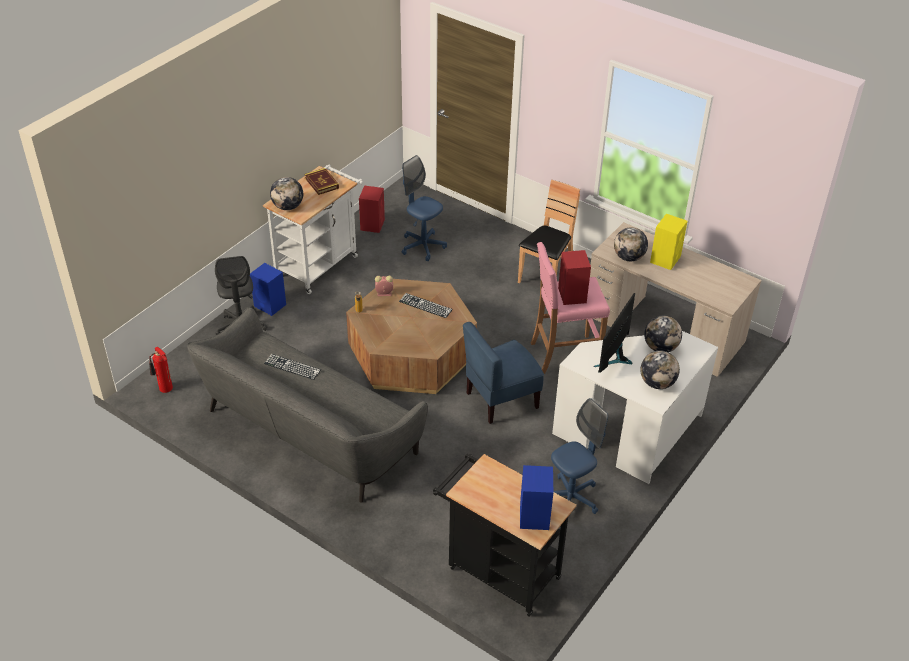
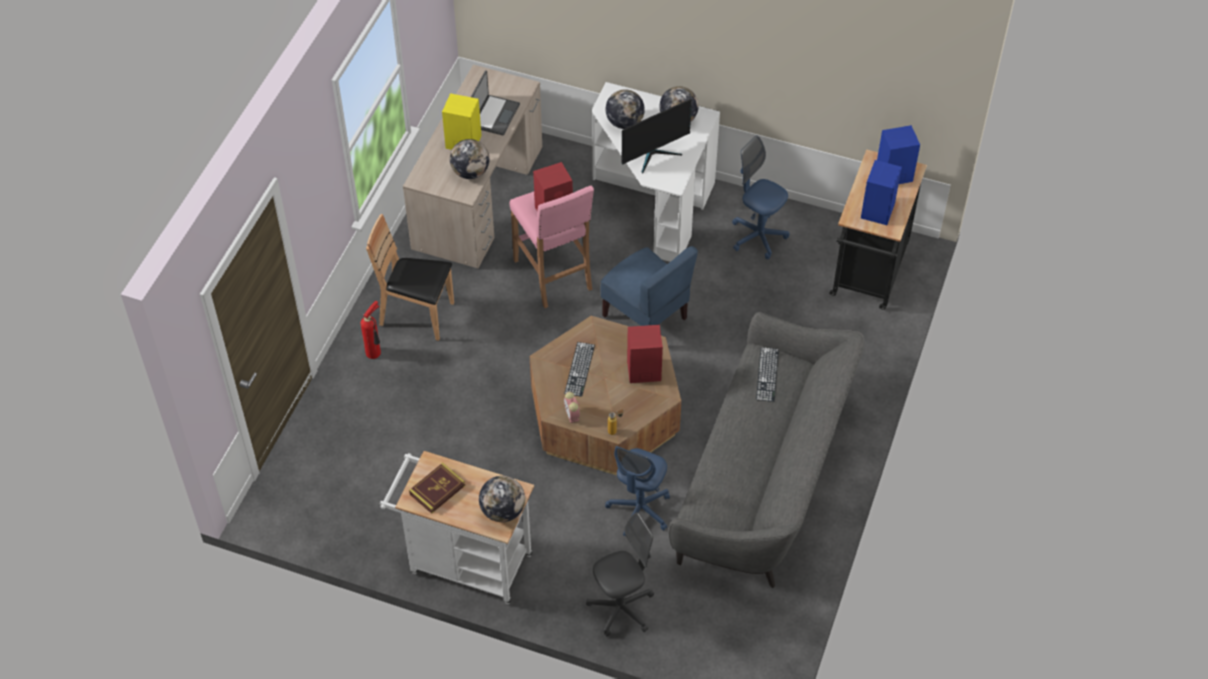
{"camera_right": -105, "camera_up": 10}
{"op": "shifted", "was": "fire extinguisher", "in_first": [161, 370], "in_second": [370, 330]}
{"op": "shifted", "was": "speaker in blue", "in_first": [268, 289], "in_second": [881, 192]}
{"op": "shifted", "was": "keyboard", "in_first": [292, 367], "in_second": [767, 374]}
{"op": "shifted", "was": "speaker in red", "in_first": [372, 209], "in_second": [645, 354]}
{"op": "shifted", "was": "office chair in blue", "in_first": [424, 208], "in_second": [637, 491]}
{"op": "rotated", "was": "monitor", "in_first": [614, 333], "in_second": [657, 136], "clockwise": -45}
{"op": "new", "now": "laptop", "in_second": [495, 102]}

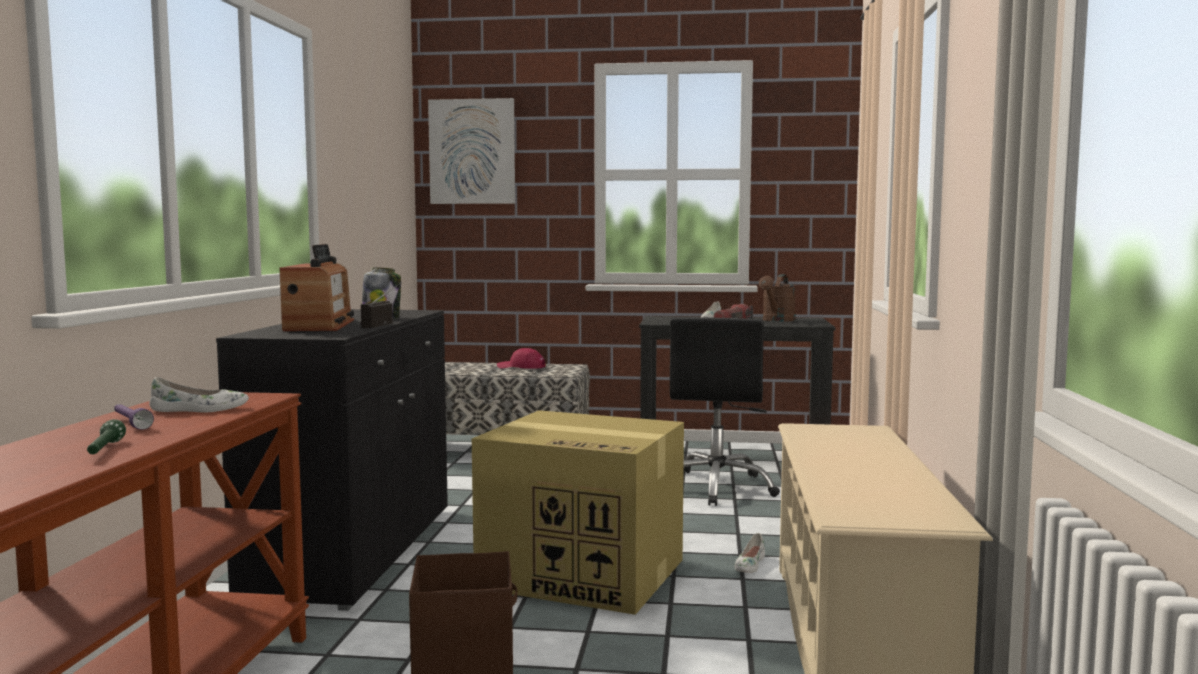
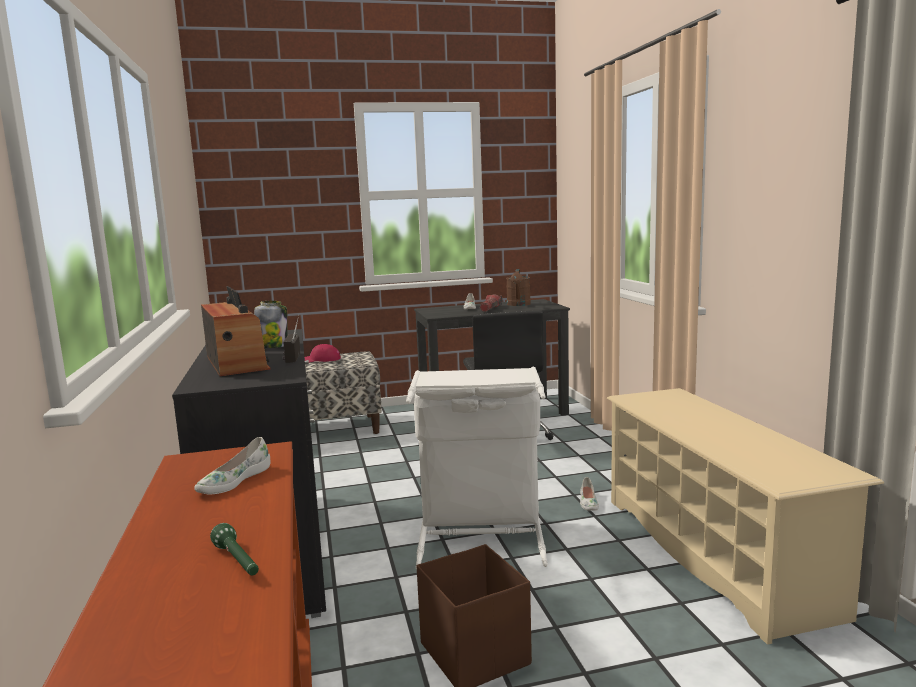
{"camera_right": -20, "camera_up": 5}
{"op": "gone", "was": "flashlight in purple", "in_first": [134, 417]}
{"op": "rotated", "was": "shoe in white", "in_first": [199, 394], "in_second": [232, 465], "clockwise": 150}
{"op": "gone", "was": "picture", "in_first": [471, 151]}
{"op": "swapped", "was": "cardboard box", "now": "laundry basket in white", "in_first": [578, 512], "in_second": [477, 468]}

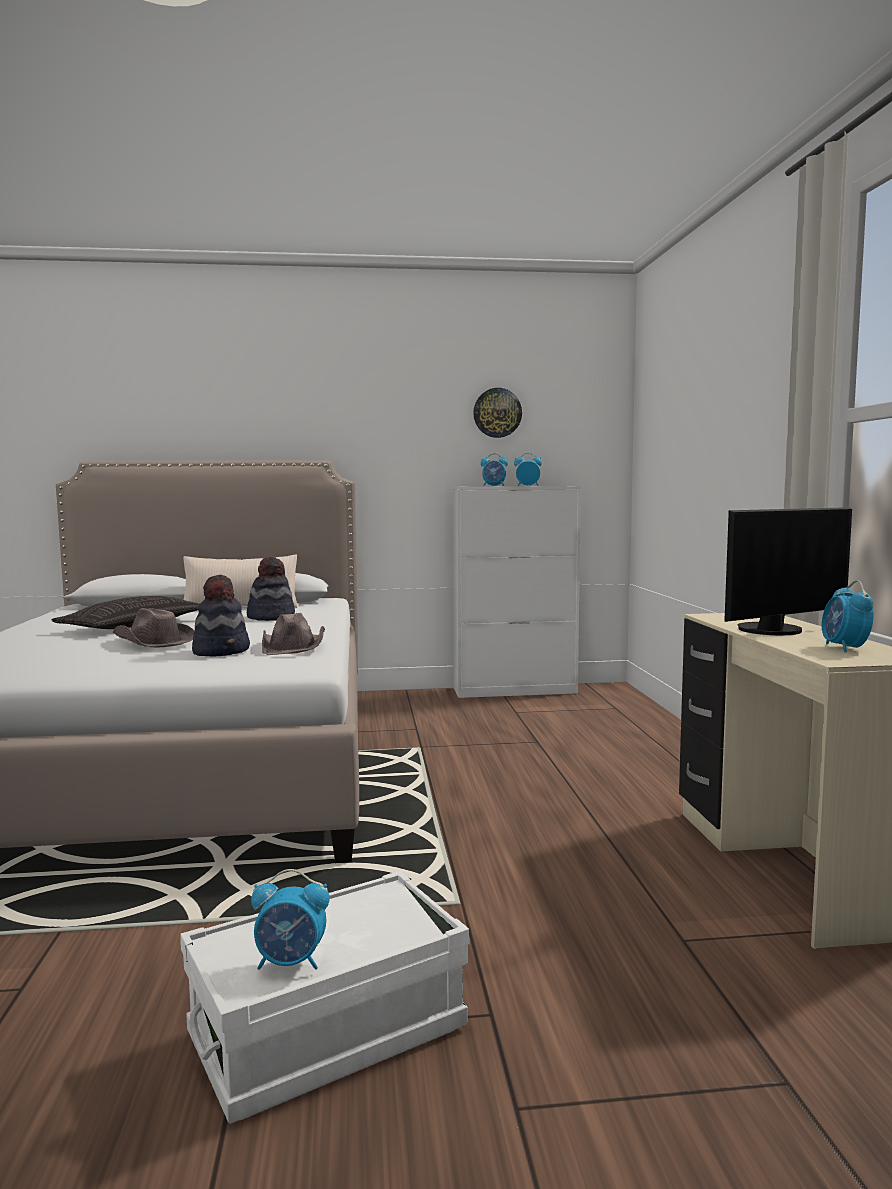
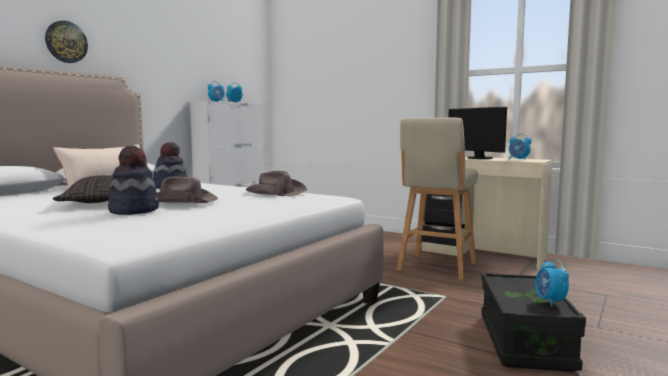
{"camera_right": -50, "camera_up": 0}
{"op": "repainted", "was": "storage box in white", "now": "storage box in black", "in_first": [324, 997], "in_second": [533, 322]}
{"op": "shifted", "was": "hat", "in_first": [221, 615], "in_second": [133, 180]}
{"op": "rotated", "was": "alarm clock", "in_first": [290, 919], "in_second": [552, 282], "clockwise": 135}
{"op": "shifted", "was": "wall clock", "in_first": [497, 413], "in_second": [66, 42]}
{"op": "rotated", "was": "monitor", "in_first": [788, 571], "in_second": [478, 133], "clockwise": 135}
{"op": "new", "now": "stool in beige", "in_second": [437, 198]}

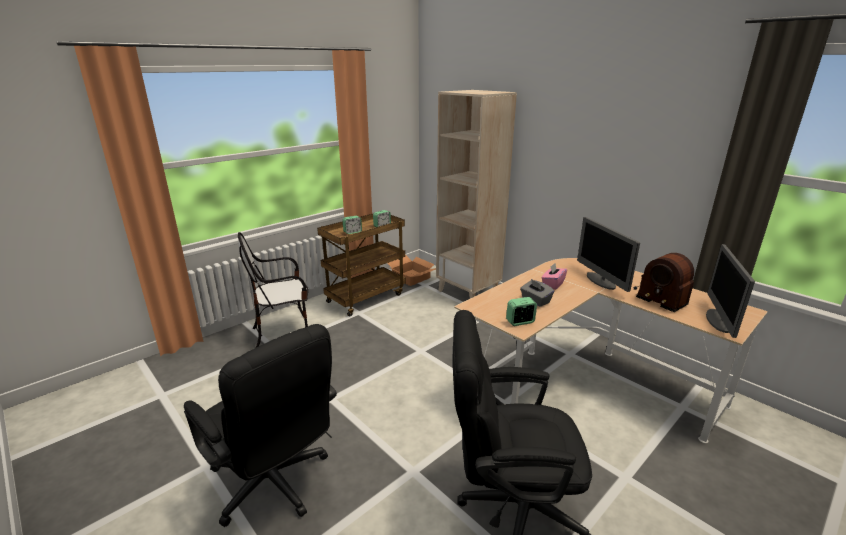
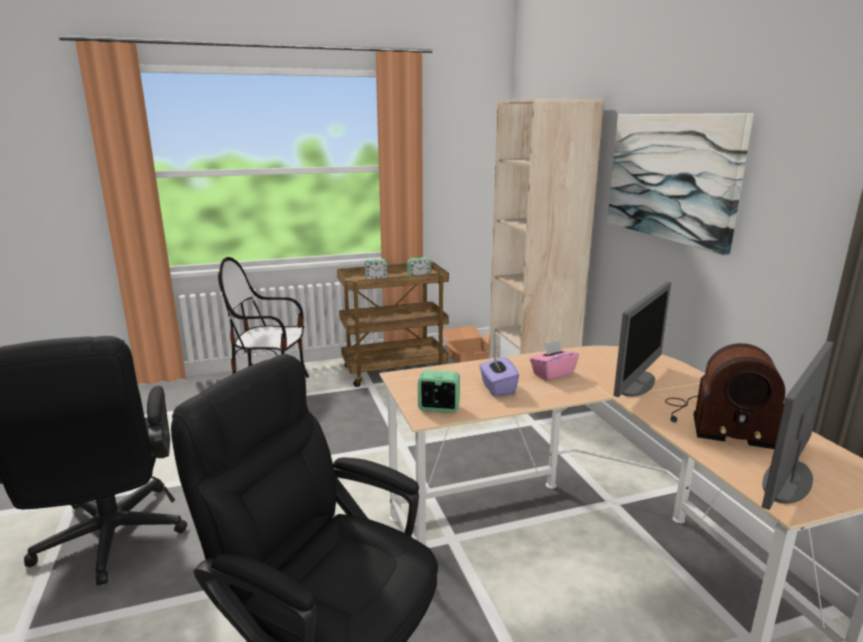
{"camera_right": 25, "camera_up": -5}
{"op": "repainted", "was": "tissue box in grey", "now": "tissue box in purple", "in_first": [537, 293], "in_second": [499, 374]}
{"op": "rotated", "was": "monitor", "in_first": [608, 254], "in_second": [642, 339], "clockwise": -150}
{"op": "rotated", "was": "radio", "in_first": [663, 282], "in_second": [725, 396], "clockwise": -60}
{"op": "new", "now": "picture", "in_second": [680, 184]}

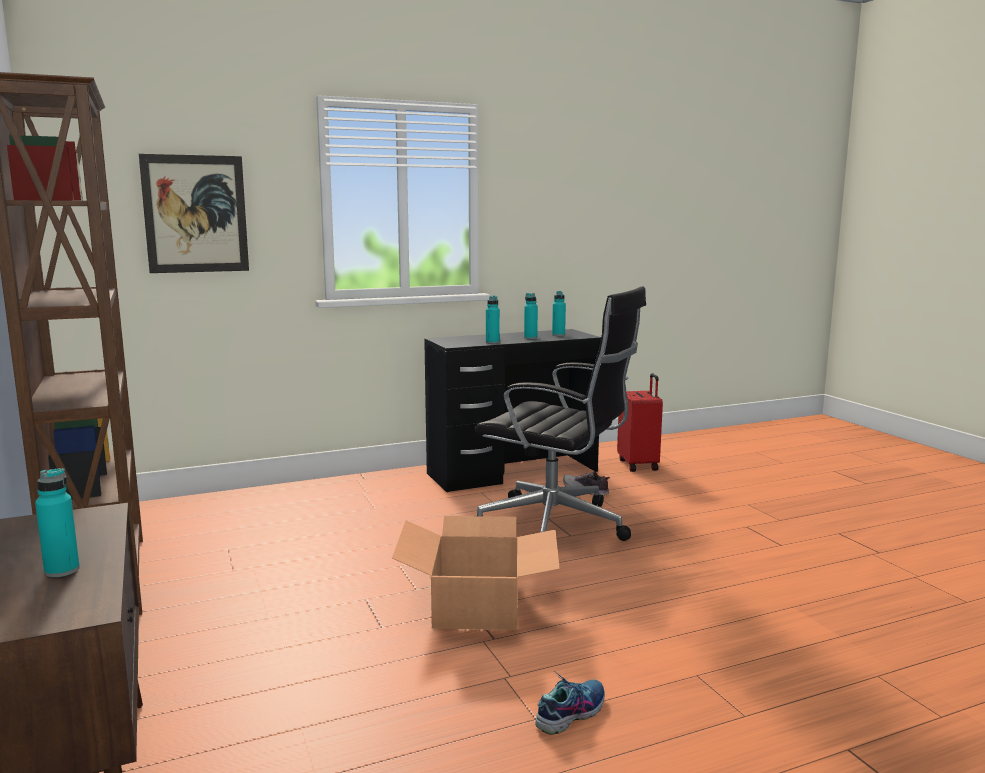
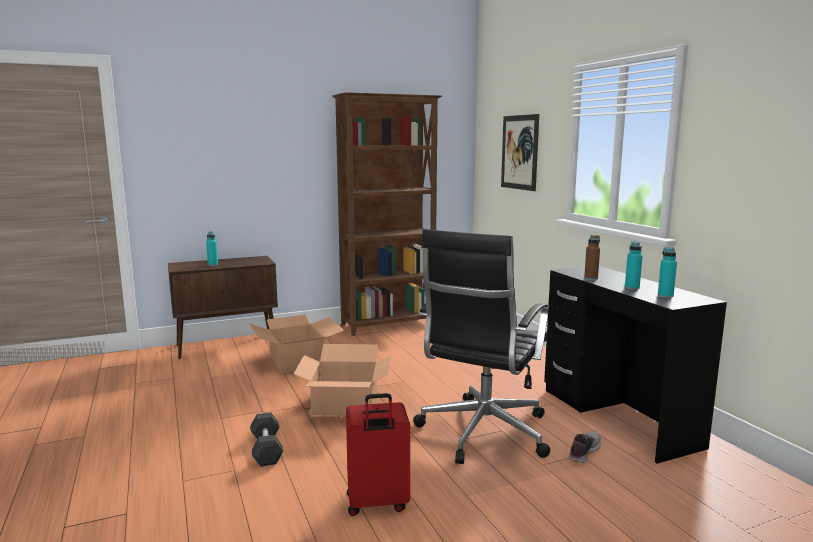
{"camera_right": 90, "camera_up": 0}
{"op": "repainted", "was": "bottle in turquoise", "now": "bottle in brown", "in_first": [493, 320], "in_second": [592, 257]}
{"op": "gone", "was": "shoe", "in_first": [570, 703]}
{"op": "shifted", "was": "suitcase in red", "in_first": [640, 422], "in_second": [378, 454]}
{"op": "new", "now": "cardboard box", "in_second": [297, 344]}
{"op": "new", "now": "dumbbell in grey", "in_second": [266, 439]}

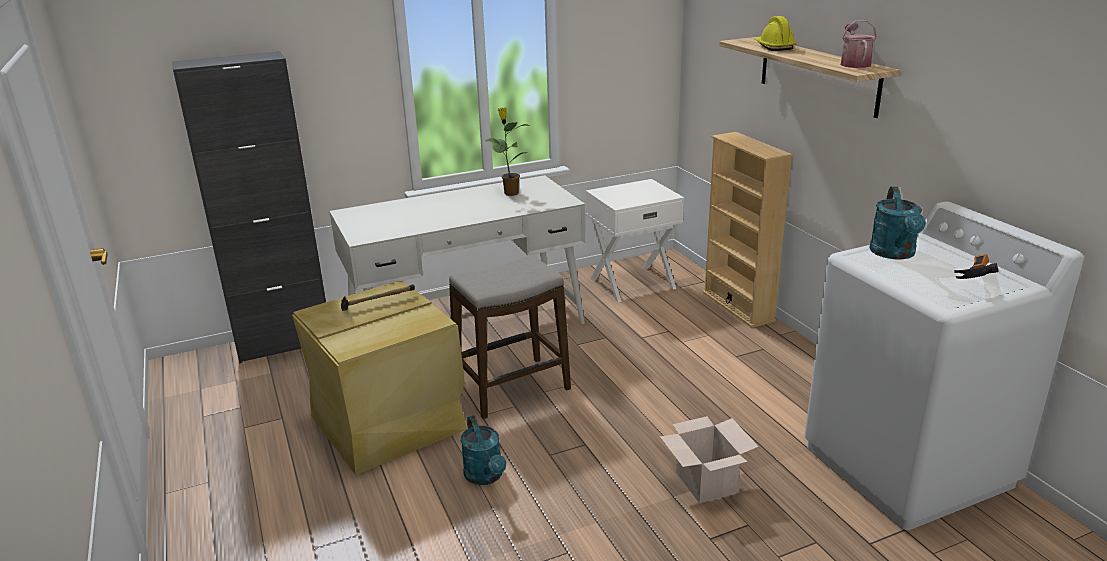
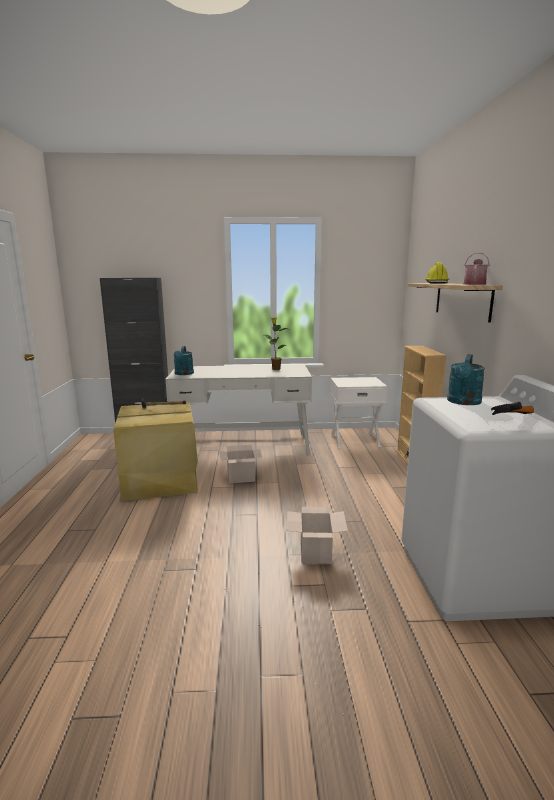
{"camera_right": 20, "camera_up": -10}
{"op": "swapped", "was": "stool", "now": "cardboard box", "in_first": [510, 337], "in_second": [241, 464]}
{"op": "shifted", "was": "watering can in turquoise", "in_first": [483, 450], "in_second": [184, 360]}

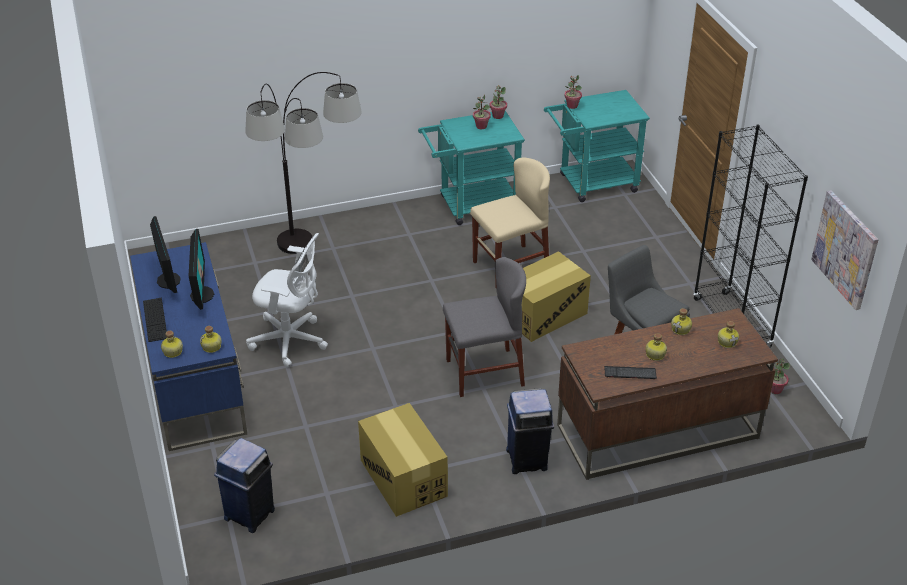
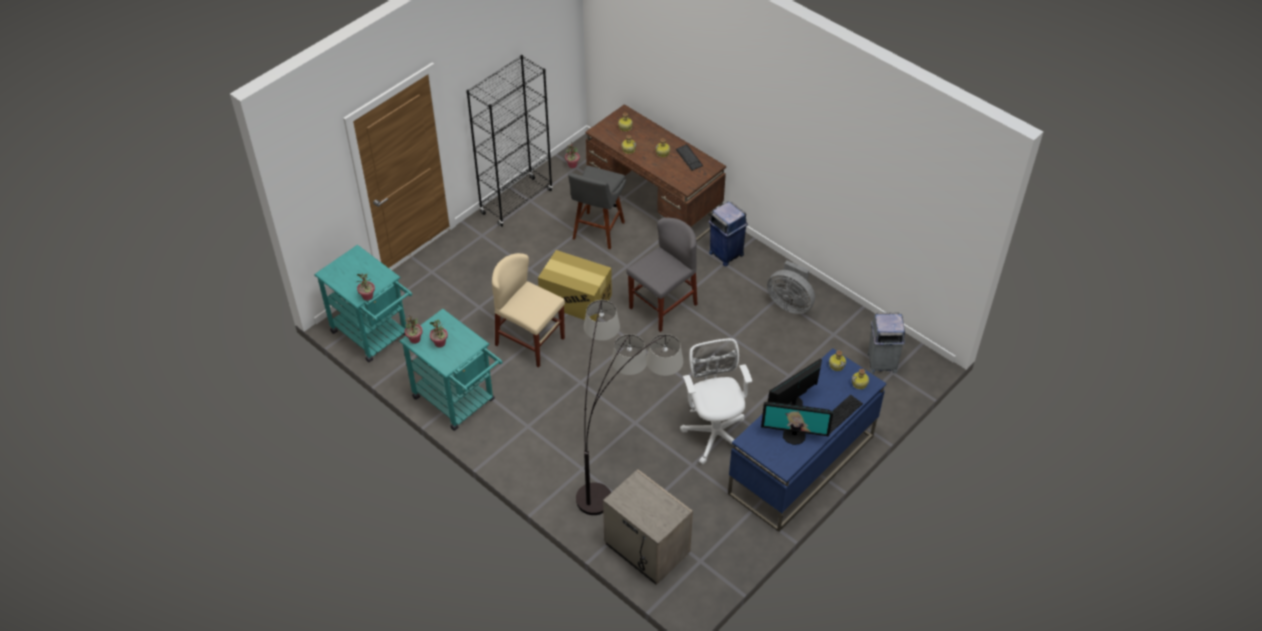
{"camera_right": -120, "camera_up": 10}
{"op": "rotated", "was": "monitor", "in_first": [165, 254], "in_second": [797, 423], "clockwise": -120}
{"op": "repainted", "was": "trash can in blue", "now": "trash can in grey", "in_first": [244, 485], "in_second": [886, 343]}
{"op": "swapped", "was": "cardboard box", "now": "fan in grey", "in_first": [403, 460], "in_second": [791, 287]}
{"op": "rotated", "was": "chair in grey", "in_first": [484, 327], "in_second": [662, 274], "clockwise": 90}
{"op": "gone", "was": "picture", "in_first": [845, 250]}
{"op": "new", "now": "nightstand in beige", "in_second": [648, 527]}

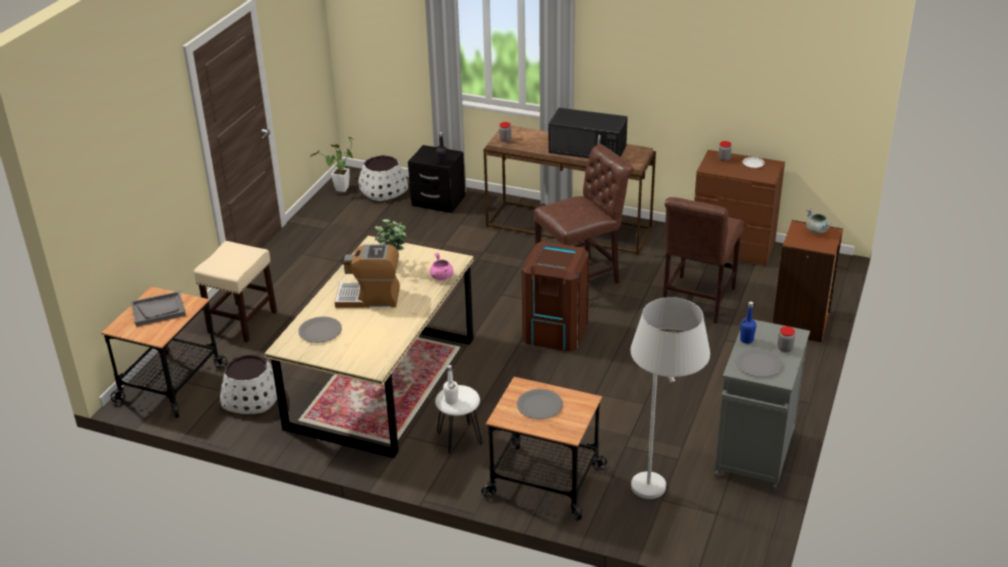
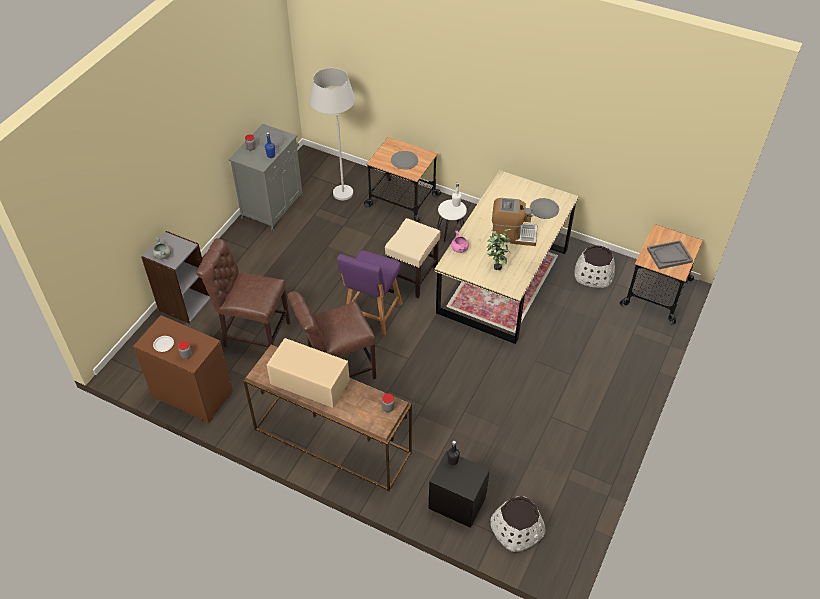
{"camera_right": -175, "camera_up": 15}
{"op": "shifted", "was": "stool in beige", "in_first": [235, 292], "in_second": [413, 258]}
{"op": "gone", "was": "potted plant", "in_first": [332, 164]}
{"op": "swapped", "was": "trash can in brown", "now": "chair in purple", "in_first": [555, 296], "in_second": [370, 292]}
{"op": "repainted", "was": "microwave in black", "now": "microwave in beige", "in_first": [588, 133], "in_second": [308, 373]}
{"op": "rotated", "was": "chair in brown", "in_first": [703, 260], "in_second": [243, 292], "clockwise": -105}
{"op": "repainted", "was": "bookcase in brown", "now": "bookcase in grey", "in_first": [808, 281], "in_second": [176, 277]}

